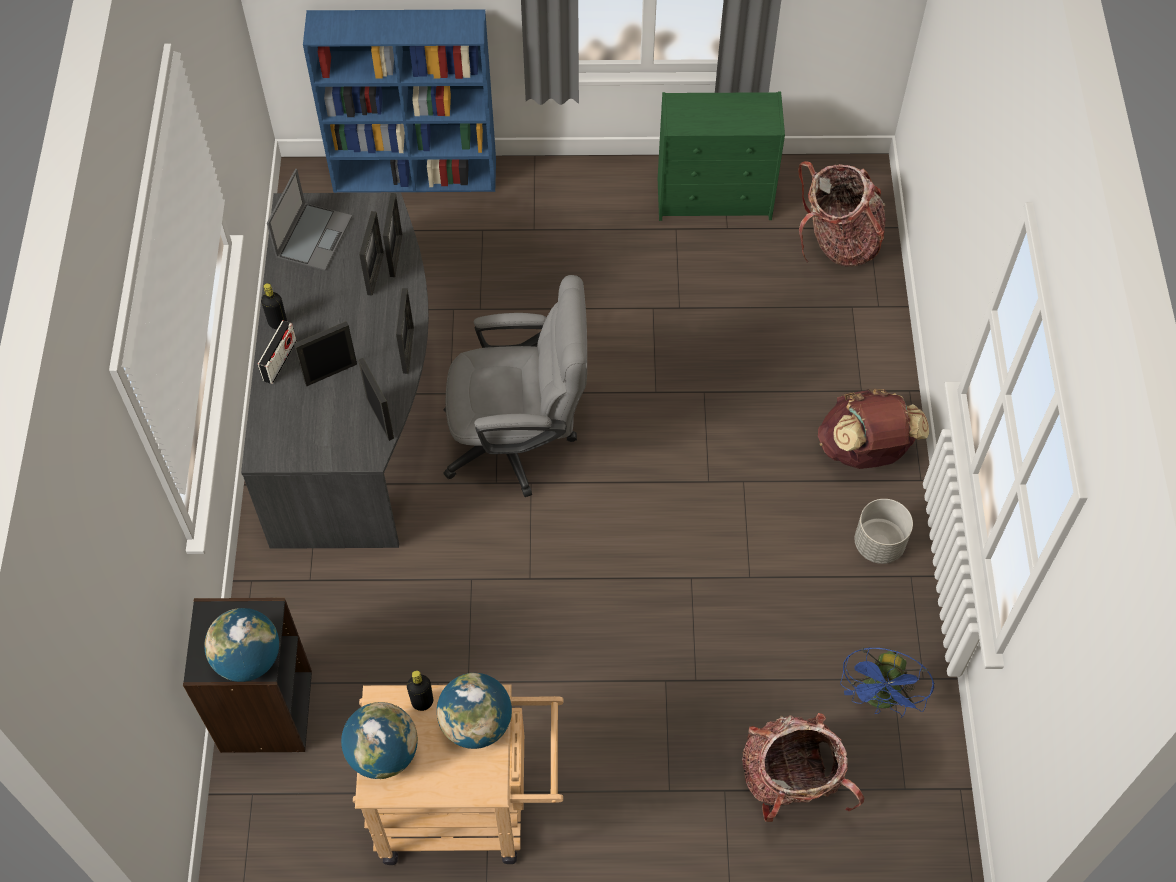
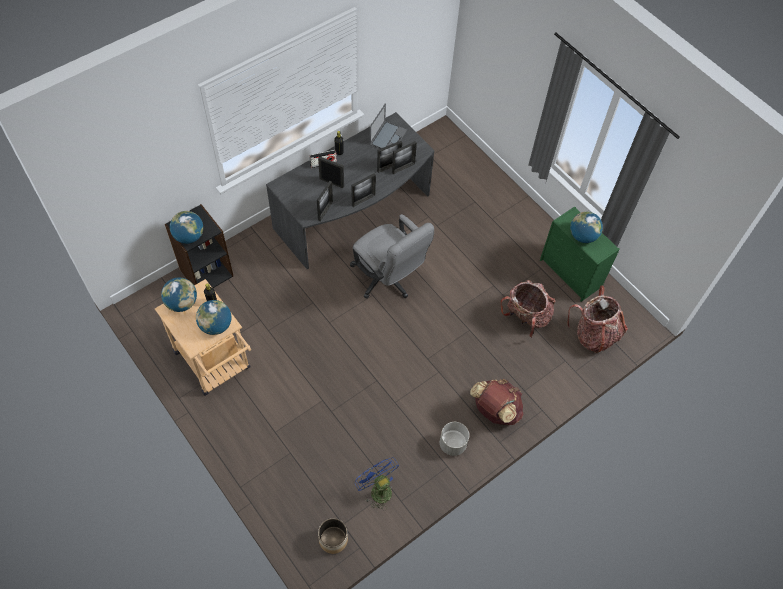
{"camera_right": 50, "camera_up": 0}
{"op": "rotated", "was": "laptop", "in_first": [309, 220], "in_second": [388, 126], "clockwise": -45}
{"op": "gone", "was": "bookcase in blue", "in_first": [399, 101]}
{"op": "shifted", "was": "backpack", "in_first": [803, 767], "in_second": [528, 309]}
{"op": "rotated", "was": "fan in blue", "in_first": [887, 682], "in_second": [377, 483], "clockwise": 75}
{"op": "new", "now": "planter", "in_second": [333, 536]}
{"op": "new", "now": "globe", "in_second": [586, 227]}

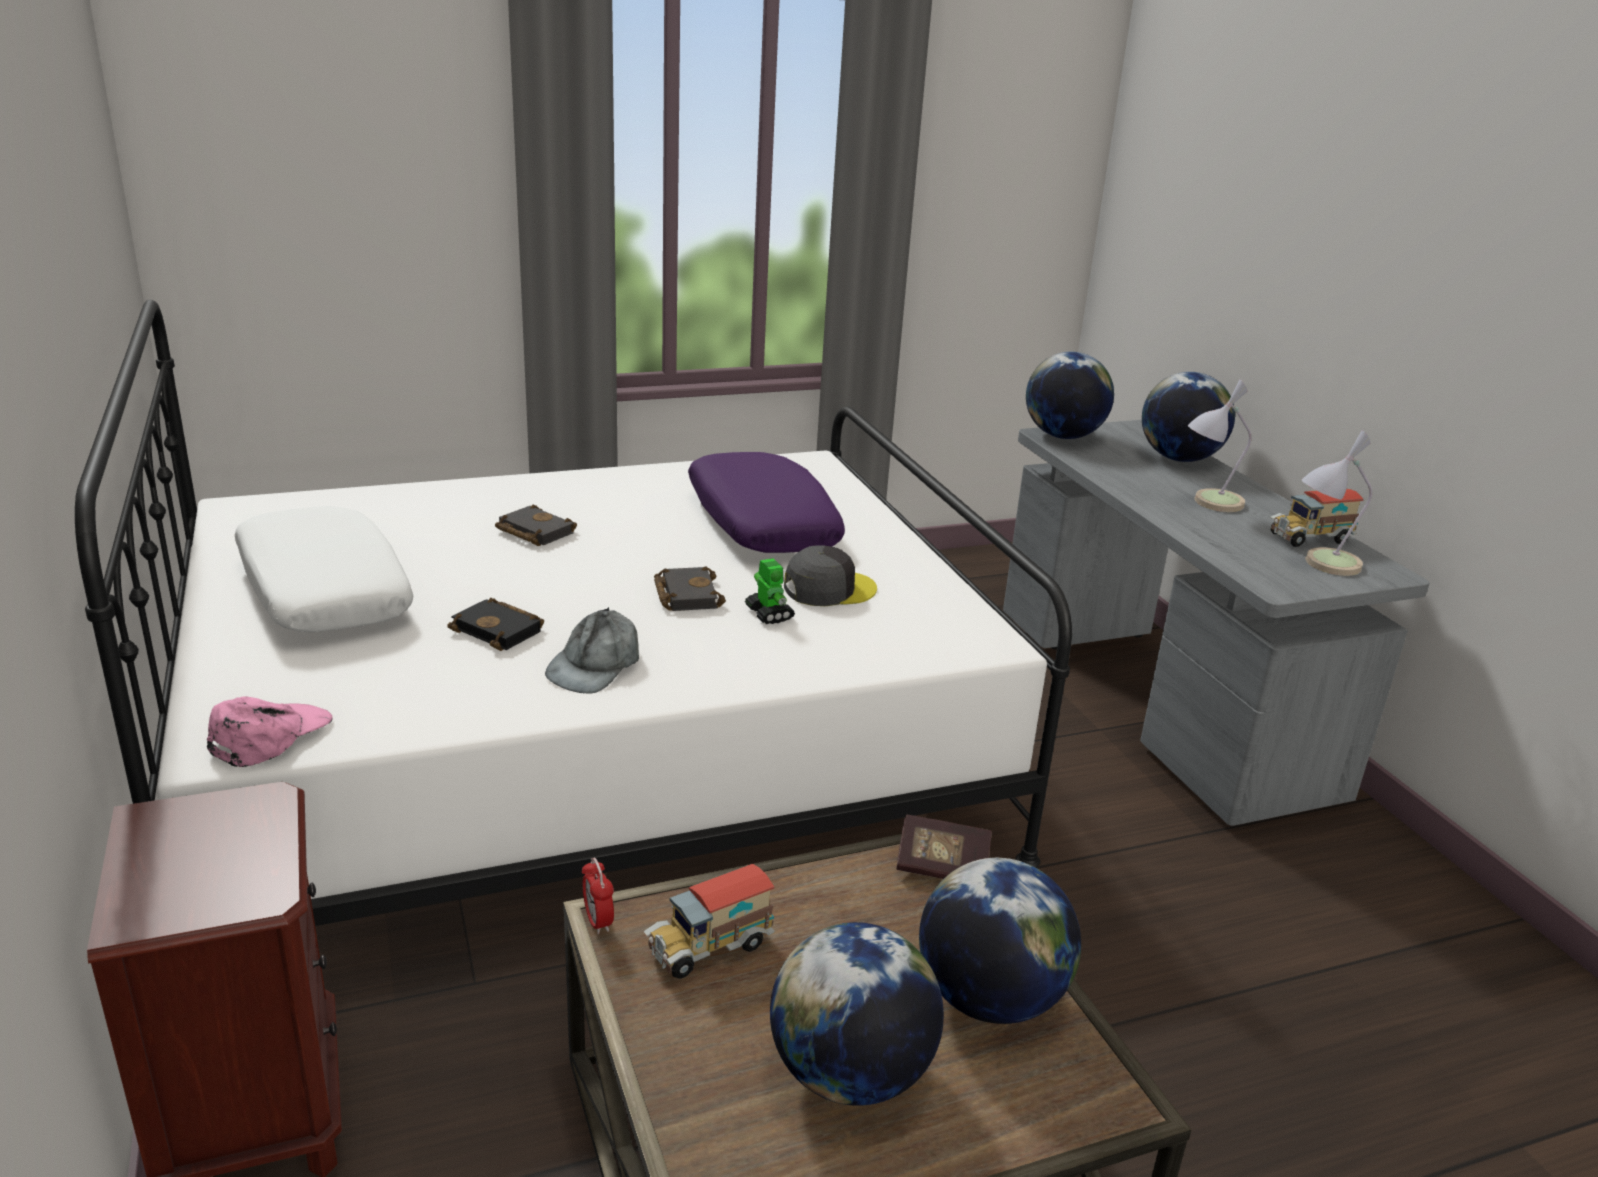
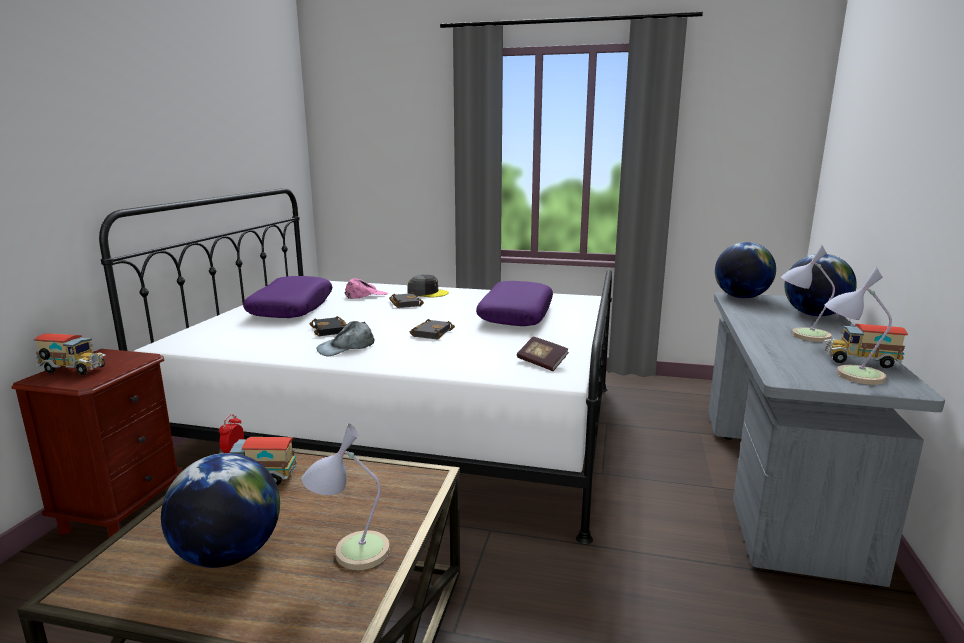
{"camera_right": 35, "camera_up": -10}
{"op": "shifted", "was": "cap in pink", "in_first": [270, 731], "in_second": [366, 288]}
{"op": "repainted", "was": "pillow in white", "now": "pillow in purple", "in_first": [323, 569], "in_second": [287, 297]}
{"op": "gone", "was": "toy robot", "in_first": [770, 591]}
{"op": "shifted", "was": "cap in grey", "in_first": [830, 575], "in_second": [428, 285]}
{"op": "shifted", "was": "book", "in_first": [944, 846], "in_second": [543, 354]}
{"op": "swapped", "was": "globe", "now": "table lamp", "in_first": [1000, 941], "in_second": [345, 496]}
{"op": "new", "now": "toy truck", "in_second": [70, 354]}

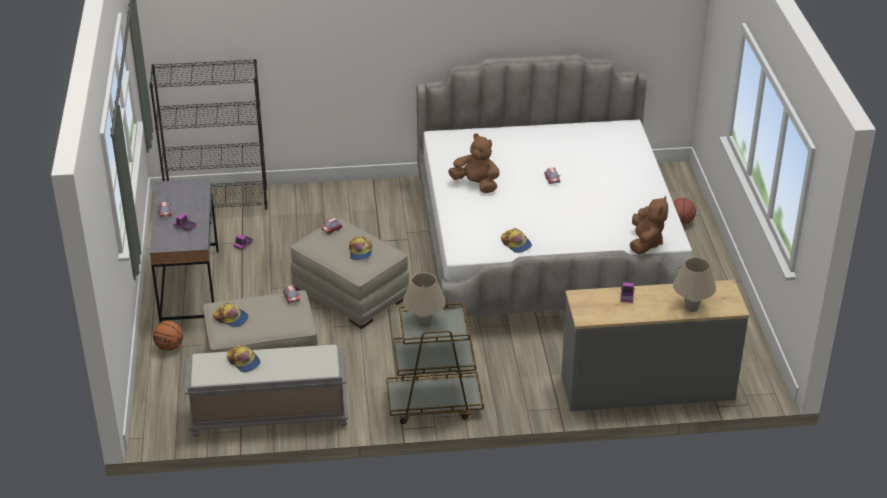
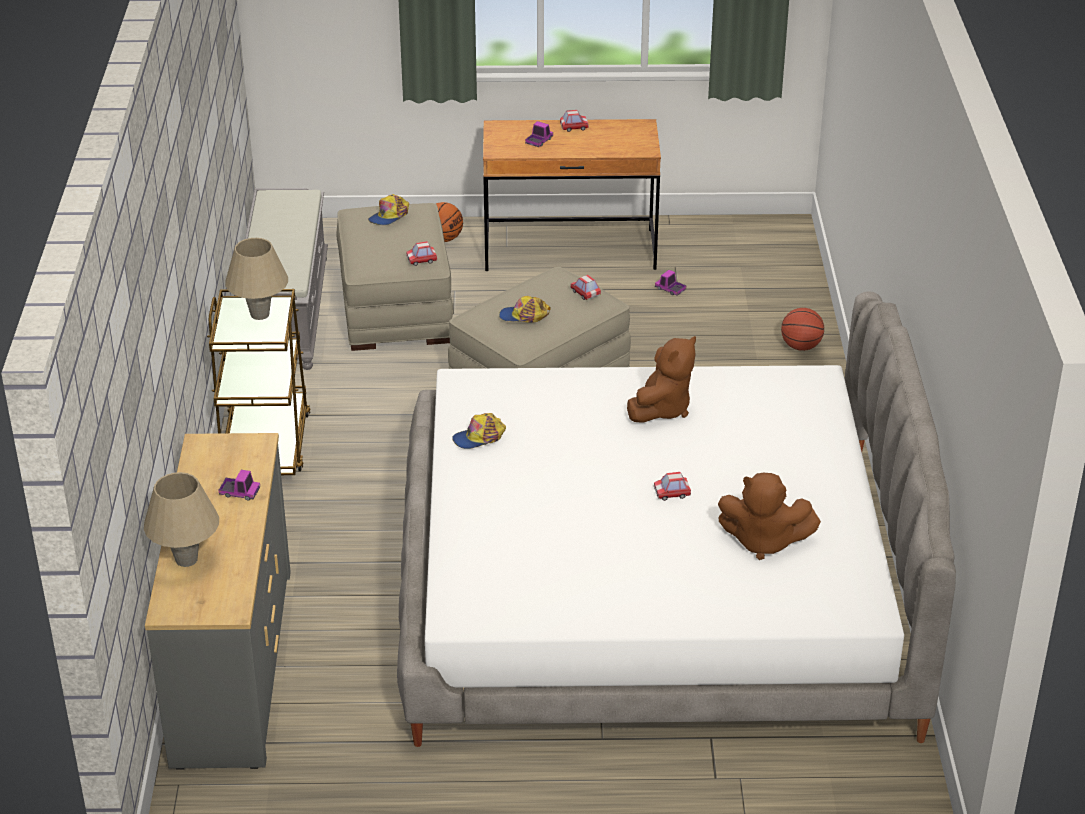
{"camera_right": 95, "camera_up": 0}
{"op": "gone", "was": "bookcase in black", "in_first": [208, 134]}
{"op": "repainted", "was": "desk in grey", "now": "desk in brown", "in_first": [184, 251], "in_second": [572, 195]}
{"op": "gone", "was": "cap", "in_first": [244, 358]}
{"op": "shifted", "was": "plush toy in brown", "in_first": [649, 225], "in_second": [769, 516]}
{"op": "shifted", "was": "basketball", "in_first": [684, 211], "in_second": [802, 329]}

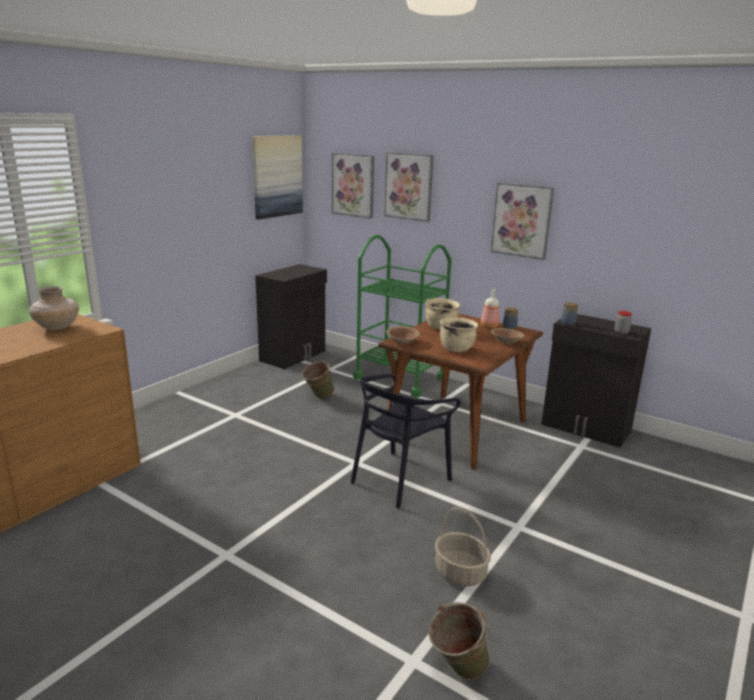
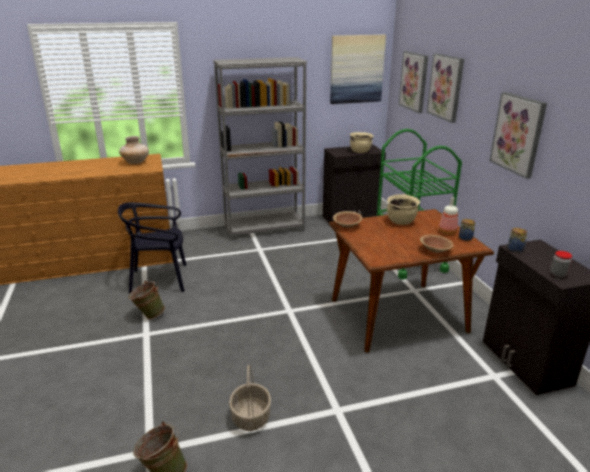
{"camera_right": 40, "camera_up": 5}
{"op": "shifted", "was": "bucket in green", "in_first": [318, 380], "in_second": [146, 300]}
{"op": "shifted", "was": "chair in black", "in_first": [406, 441], "in_second": [152, 247]}
{"op": "shifted", "was": "cooking pot in beige", "in_first": [459, 334], "in_second": [362, 142]}
{"op": "new", "now": "bookcase in grey", "in_second": [260, 148]}

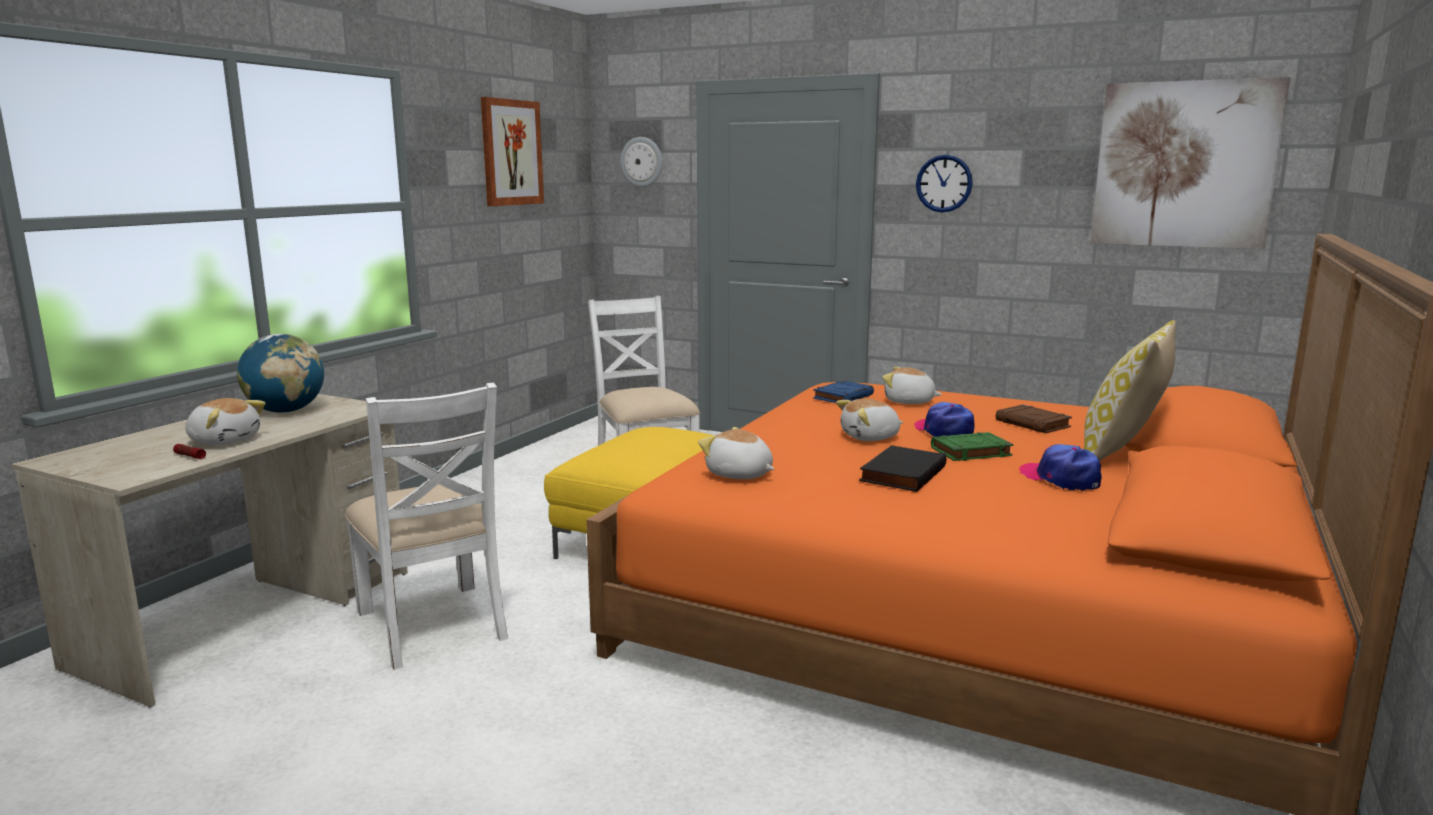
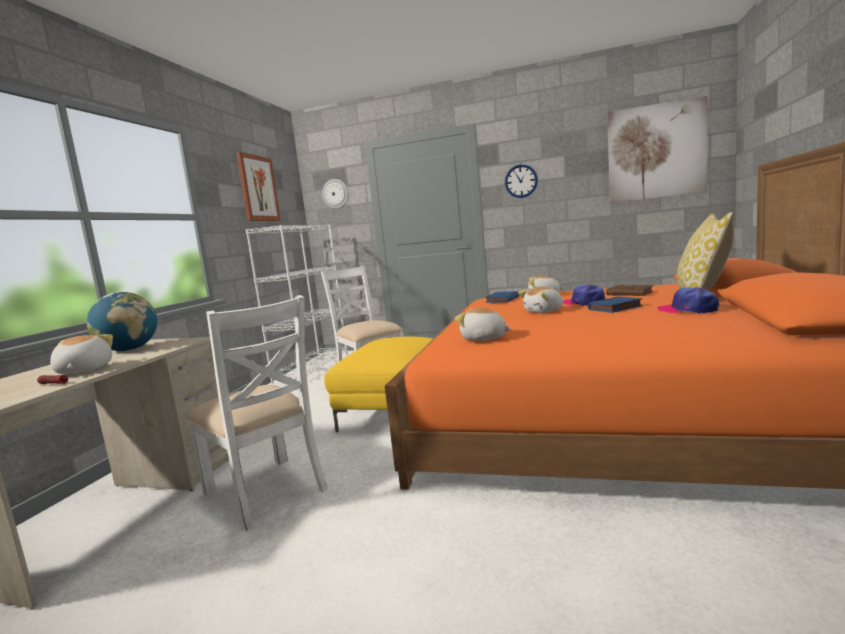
{"camera_right": -10, "camera_up": -5}
{"op": "rotated", "was": "plush toy", "in_first": [225, 422], "in_second": [81, 354], "clockwise": -120}
{"op": "gone", "was": "book in black", "in_first": [903, 468]}
{"op": "repainted", "was": "book in green", "now": "book in blue", "in_first": [972, 446], "in_second": [615, 304]}
{"op": "new", "now": "bookcase in white", "in_second": [297, 303]}

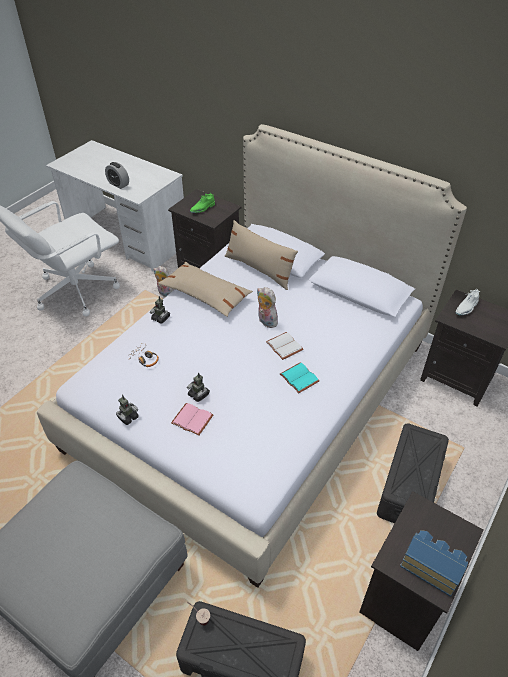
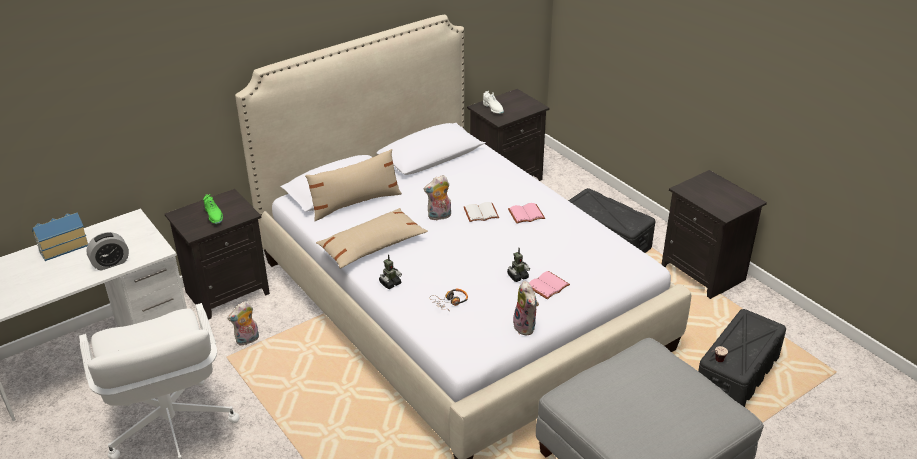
{"camera_right": -70, "camera_up": -10}
{"op": "swapped", "was": "toy robot", "now": "plush toy", "in_first": [127, 409], "in_second": [525, 308]}
{"op": "repainted", "was": "book in turquoise", "now": "book in pink", "in_first": [299, 377], "in_second": [526, 213]}
{"op": "shifted", "was": "toy house", "in_first": [434, 563], "in_second": [60, 236]}

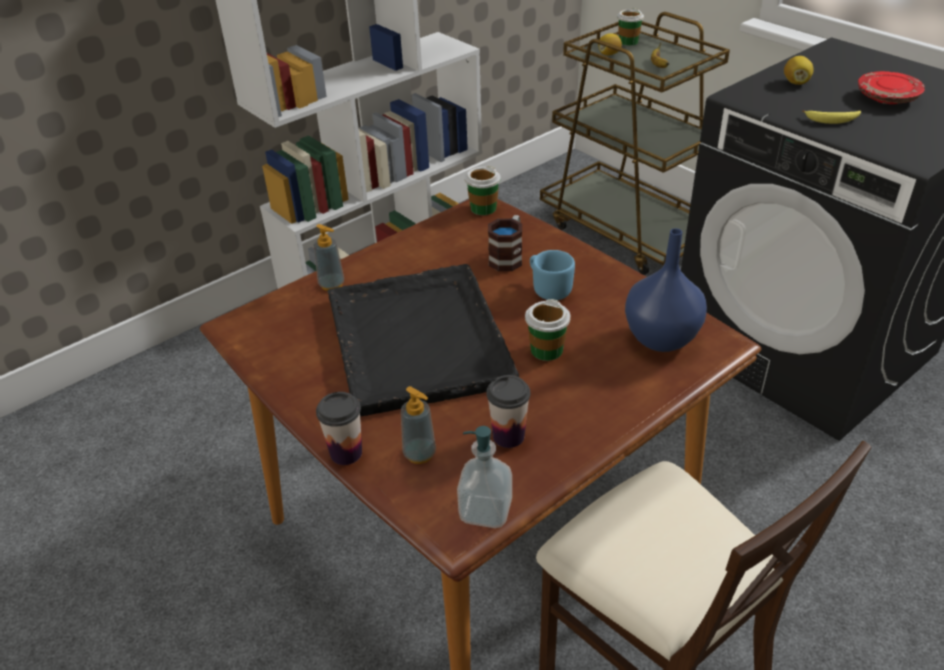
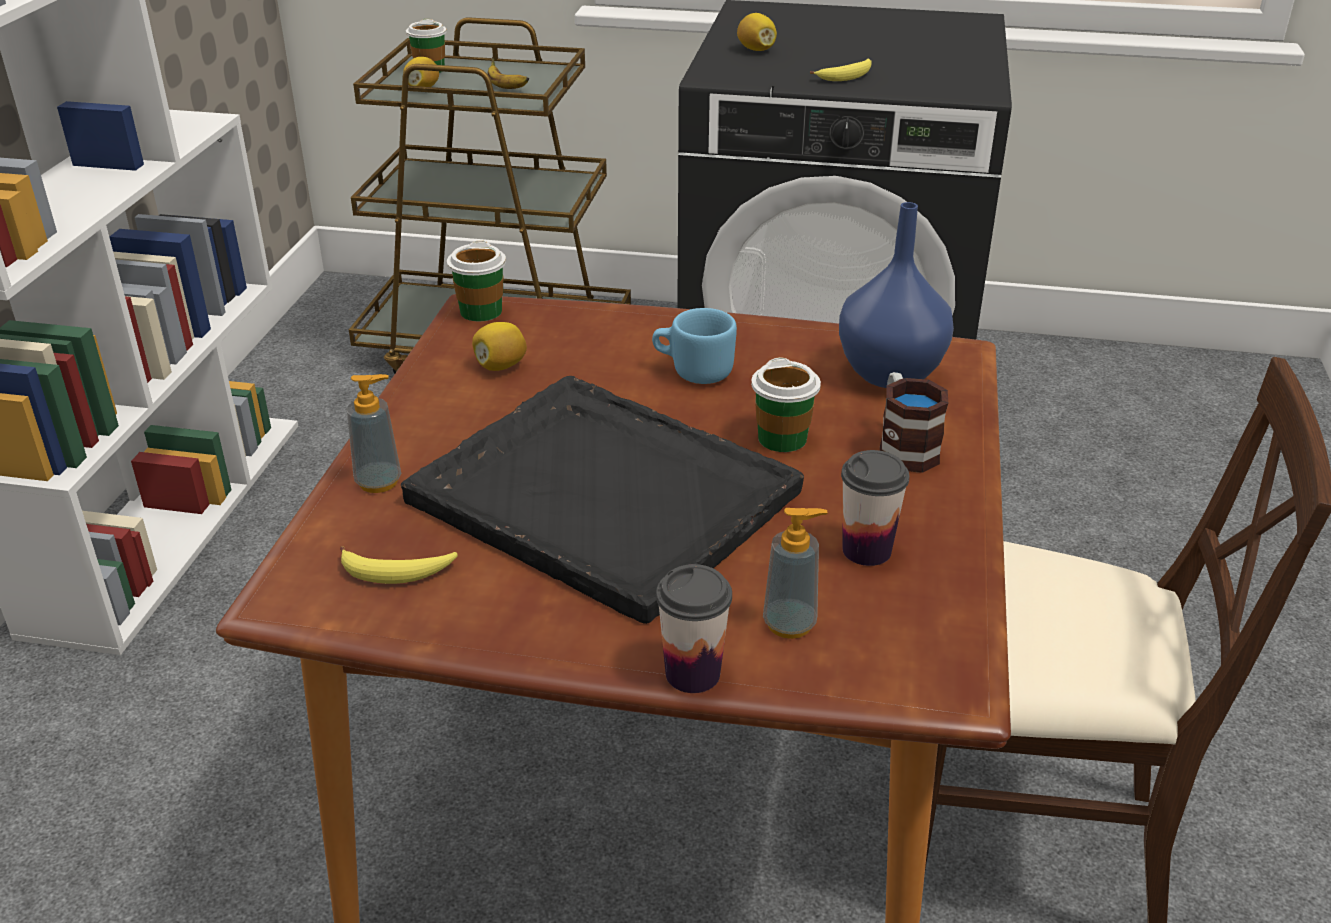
{"camera_right": -40, "camera_up": -5}
{"op": "gone", "was": "soap dispenser", "in_first": [484, 477]}
{"op": "shifted", "was": "mug", "in_first": [505, 243], "in_second": [914, 422]}
{"op": "gone", "was": "plate in red", "in_first": [891, 87]}
{"op": "new", "now": "banana", "in_second": [399, 565]}
{"op": "new", "now": "lemon", "in_second": [499, 346]}

